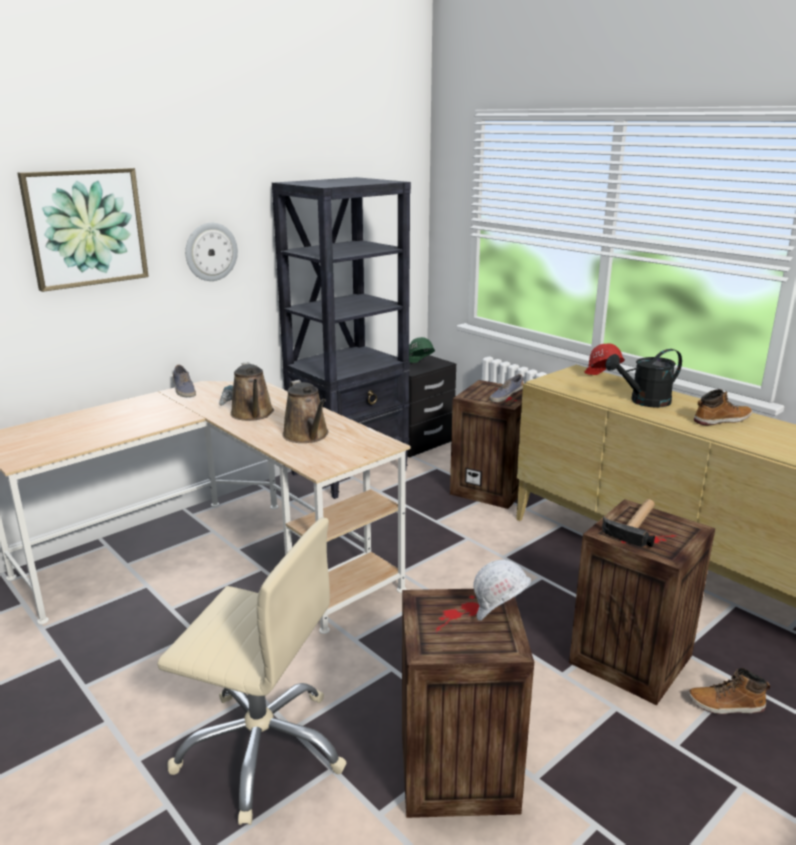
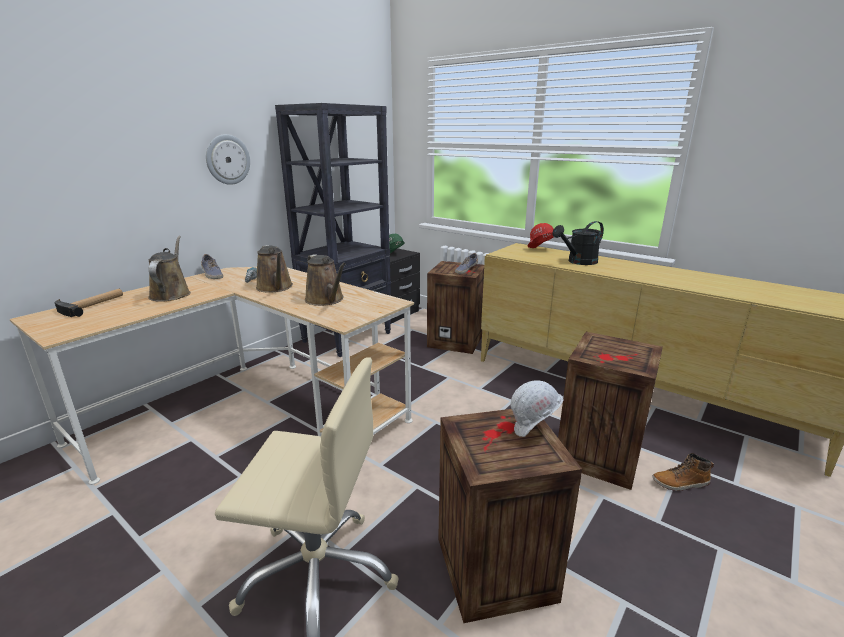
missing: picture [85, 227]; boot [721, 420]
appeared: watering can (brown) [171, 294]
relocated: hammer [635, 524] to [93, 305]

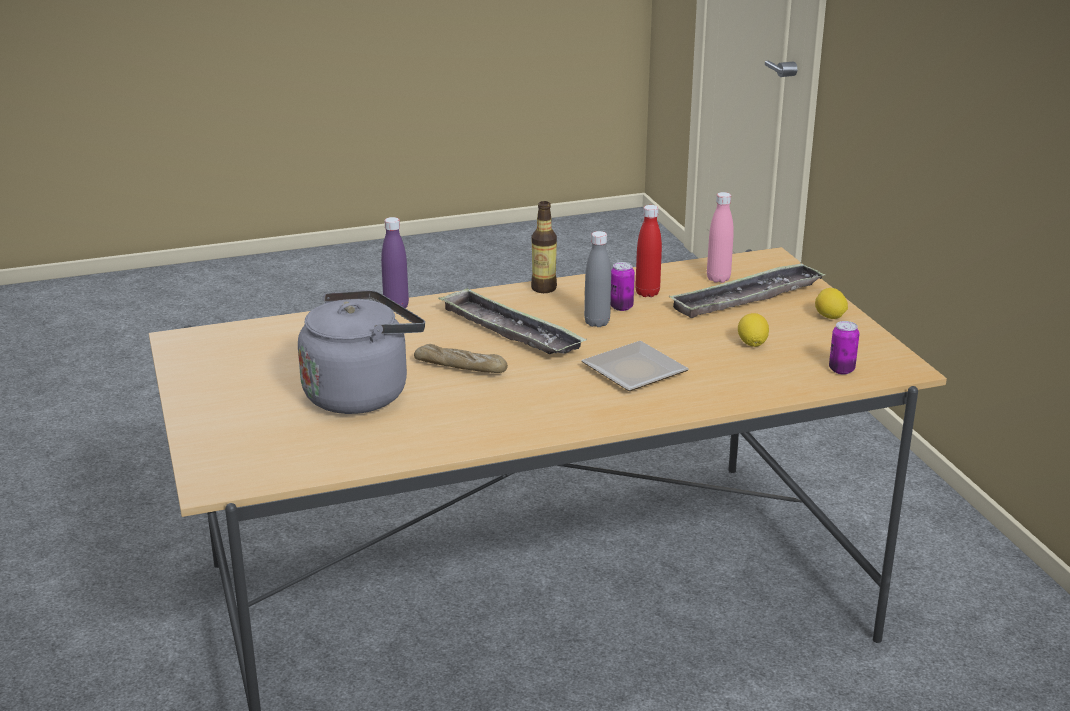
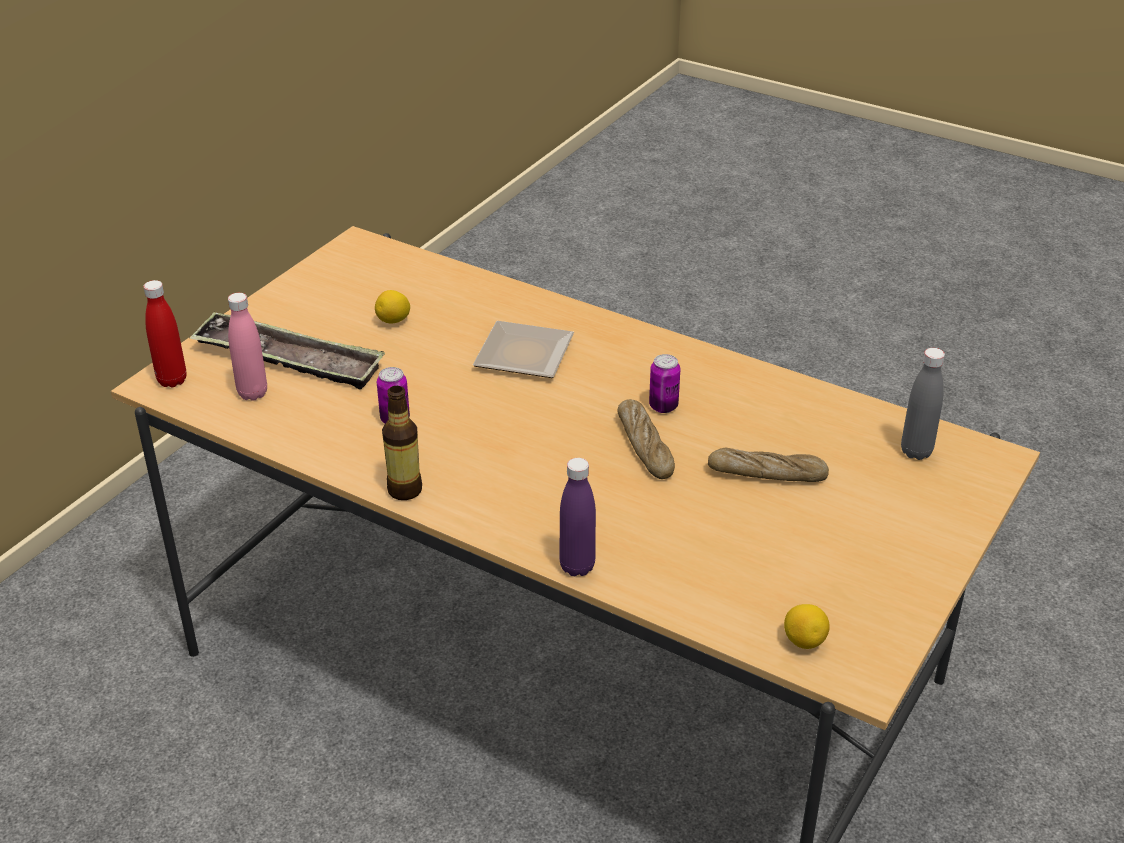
missing: tray [510, 331]
relocated: bottle (grey) [597, 323] to [916, 451]; bottle (red) [647, 293] to [172, 380]; lemon [829, 317] to [804, 641]; can [841, 370] to [663, 406]
exchanged: kettle (grey) [361, 393] to bread [767, 474]

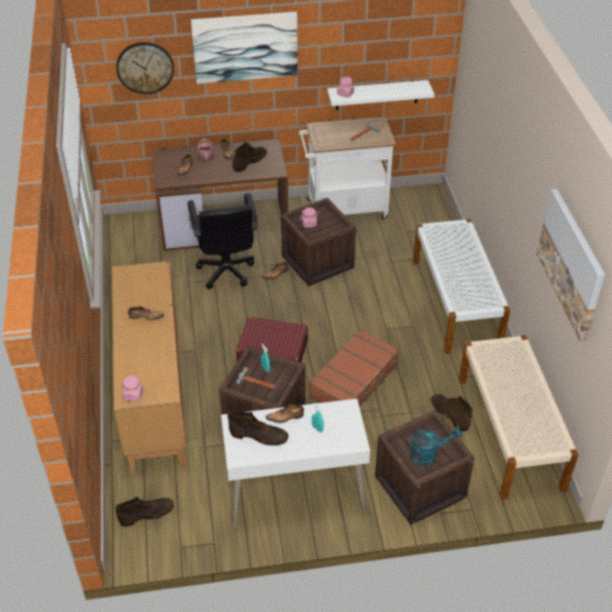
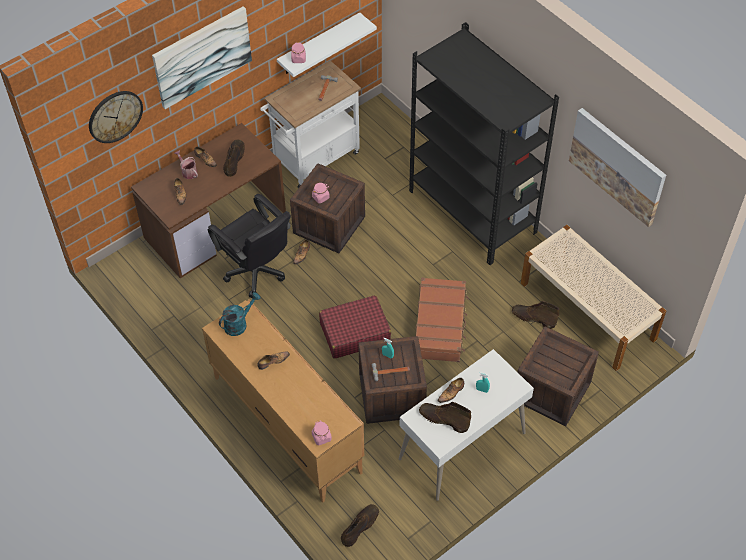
relocated: watering can (turquoise) [428, 454] to [239, 323]
exchanged: bench (white) [456, 302] to bookcase (black) [472, 211]
spun: boot (brown) [259, 436] = [443, 419] 135 degrees counterclockwise

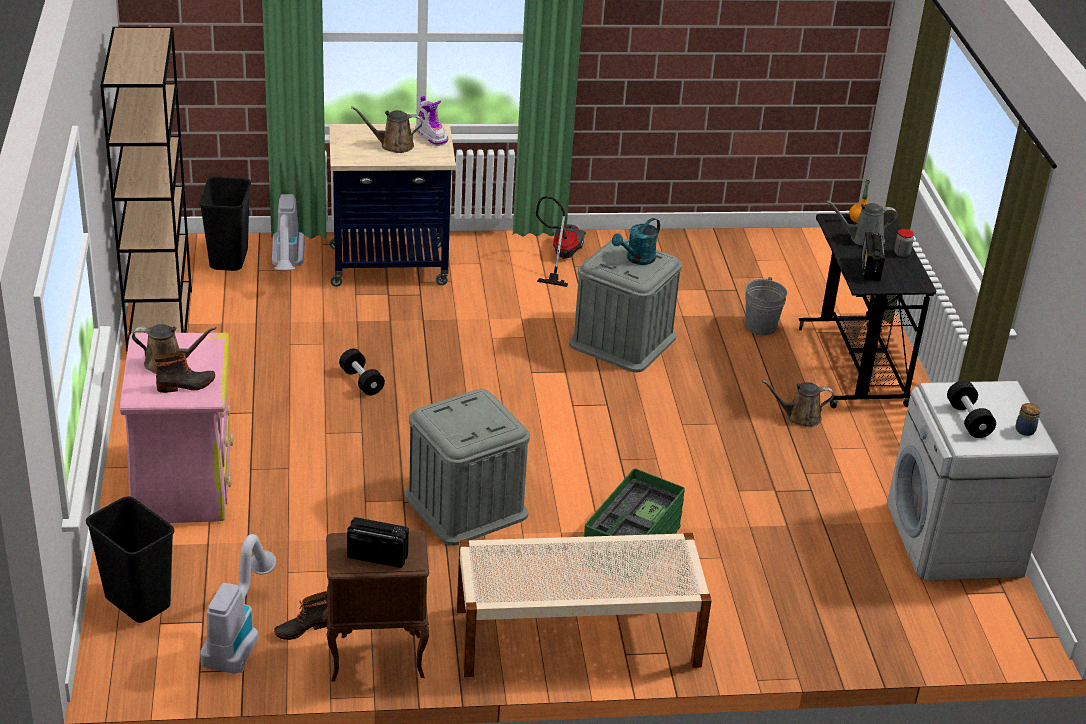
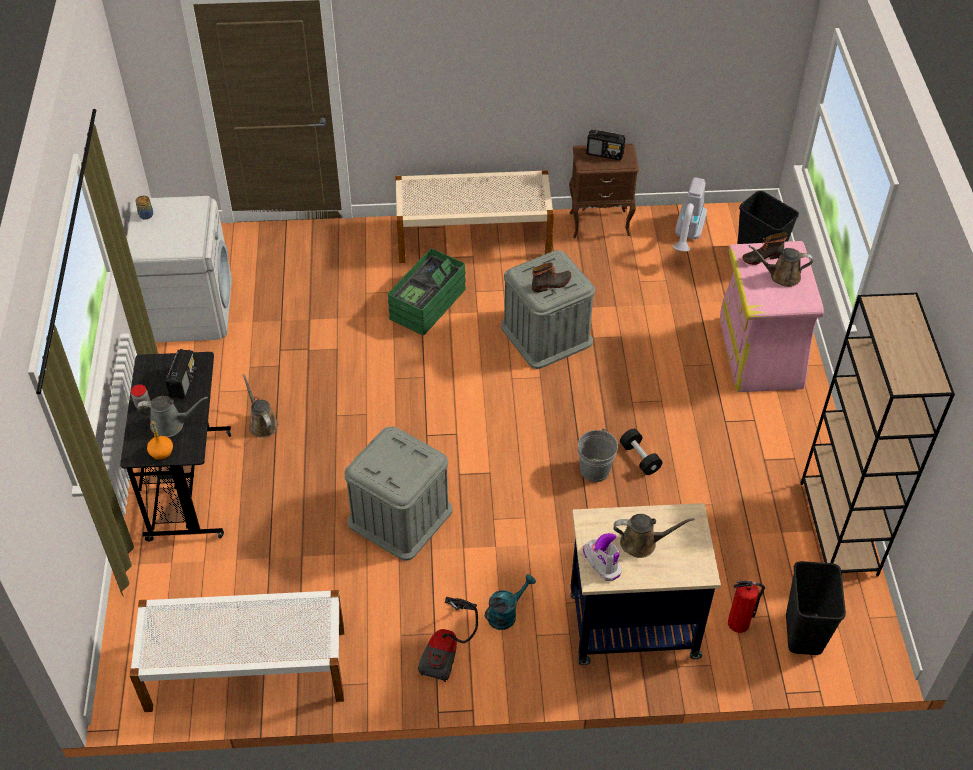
missing: dumbbell (black) [968, 420]
appeared: bench (white) [246, 670]
relocated: boot [303, 628] to [551, 284]; watering can (turquoise) [637, 259] to [506, 613]; bucket (grey) [761, 326] to [595, 470]
exchanged: vacuum cleaner [288, 266] to fire extinguisher [739, 623]
spun: watering can (brown) [800, 417] = [262, 423] 120 degrees counterclockwise

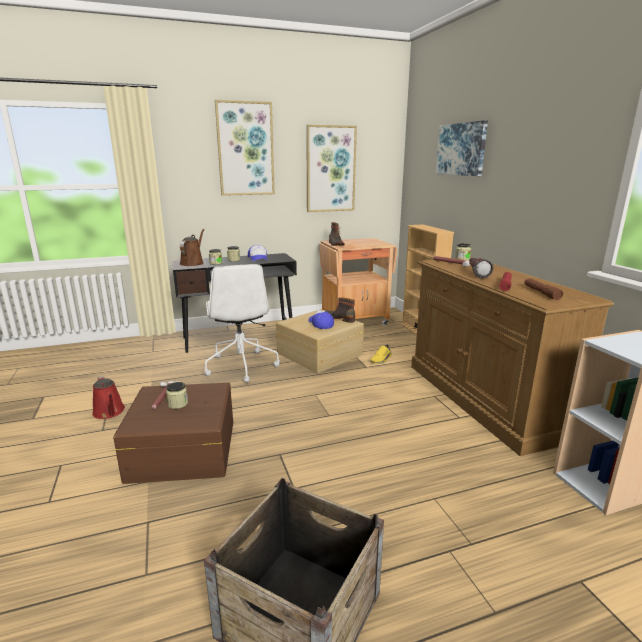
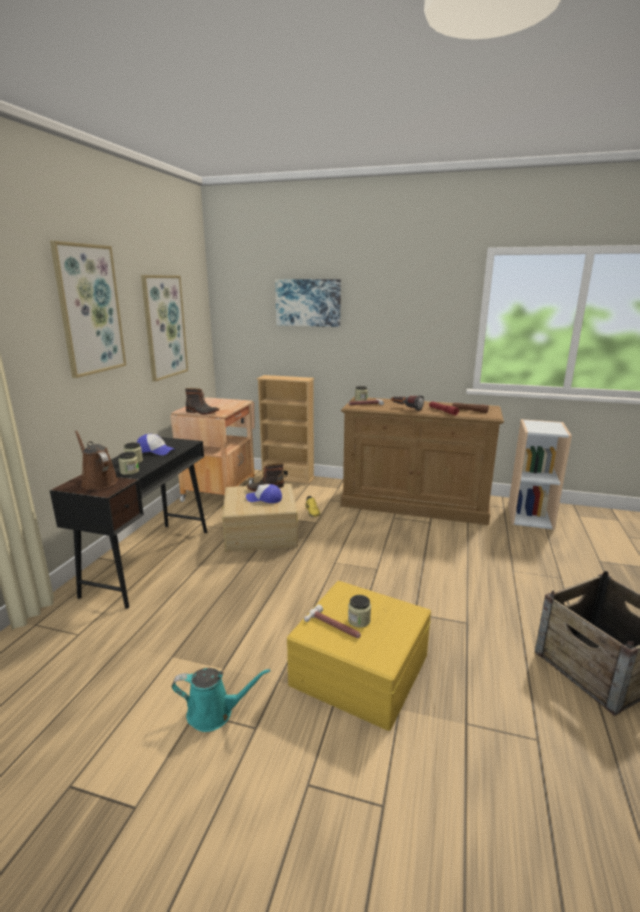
missing: office chair (white) [241, 365]
colour: watering can (red) [109, 412] to watering can (turquoise) [214, 713]; storage box (brown) [182, 449] to storage box (yellow) [359, 670]

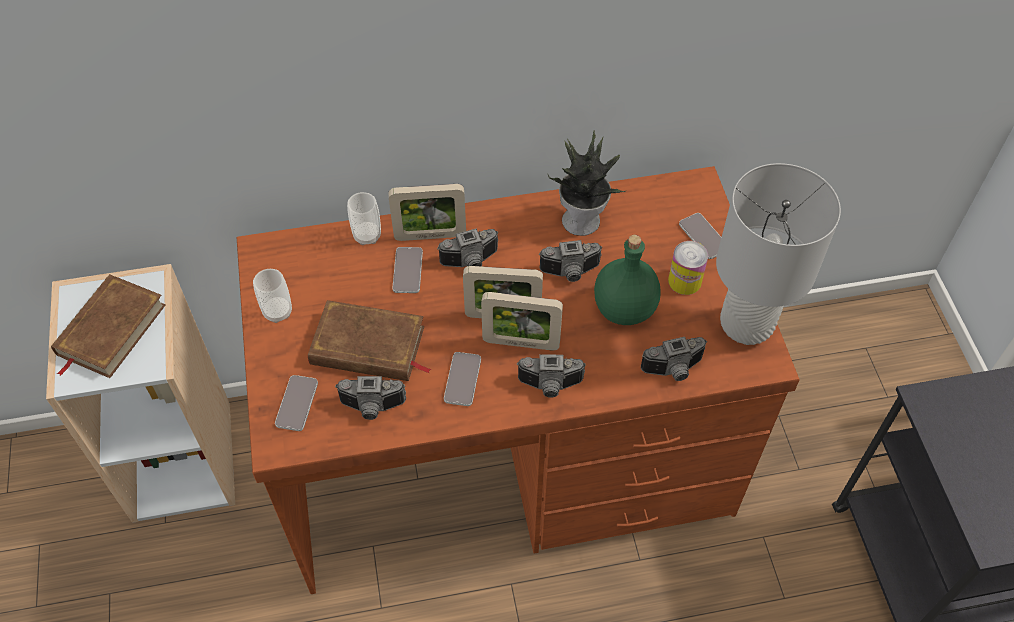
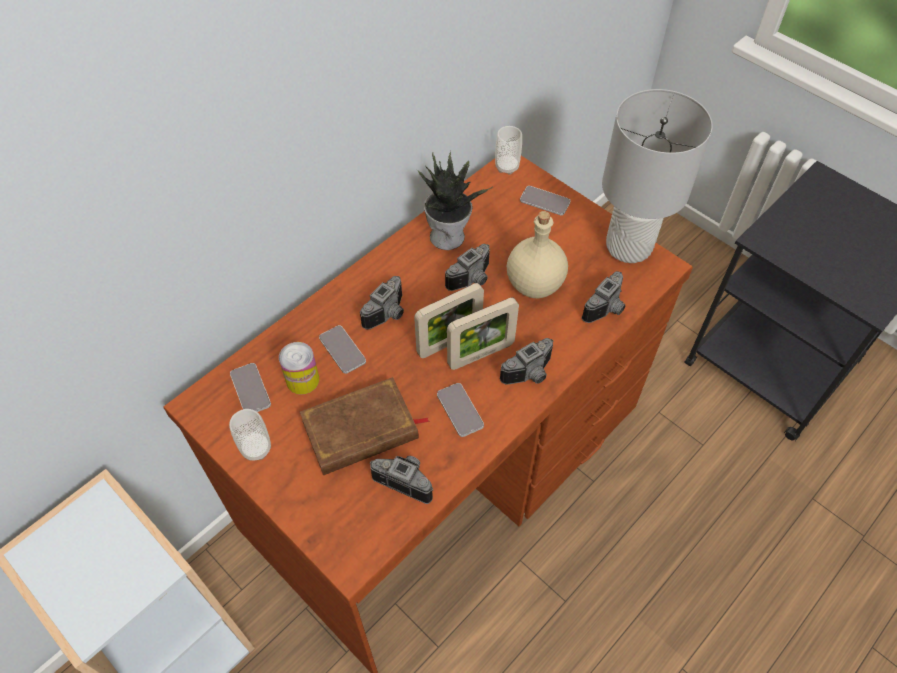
missing: book (brown) [110, 330]; picture frame [430, 235]
relocated: phone [297, 403] to [250, 389]; cup [367, 235] to [507, 167]; can [684, 281] to [302, 380]
colour: bottle (green) [623, 309] to bottle (beige) [533, 285]
spun: photo camera [372, 408] = [407, 479] 120 degrees counterclockwise

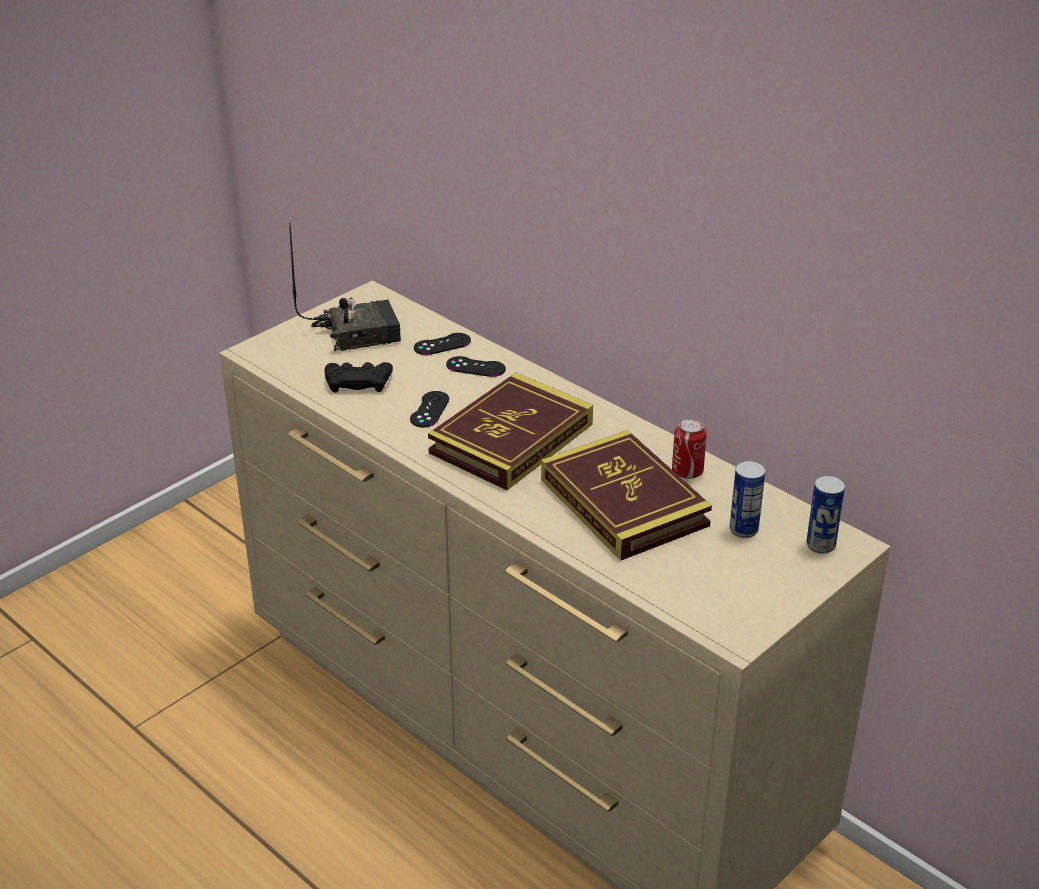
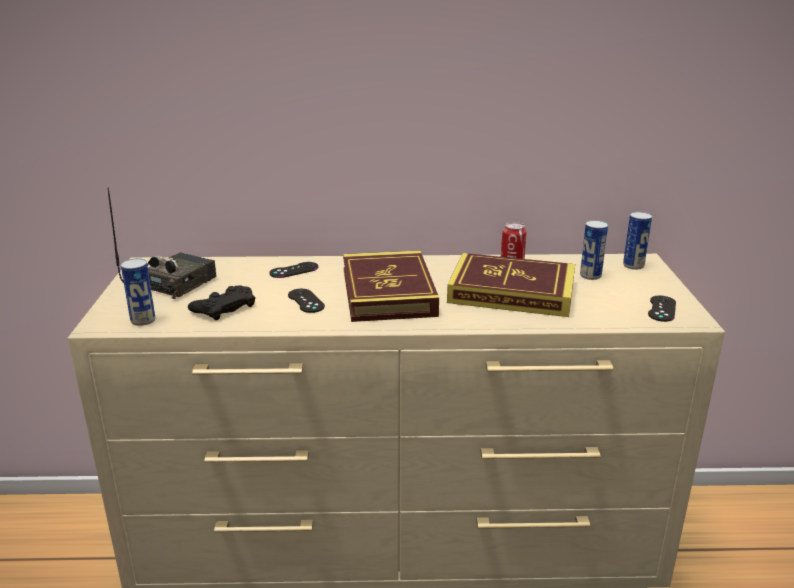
appeared: can [143, 320]
relocated: game controller (black) [442, 344] to [662, 309]

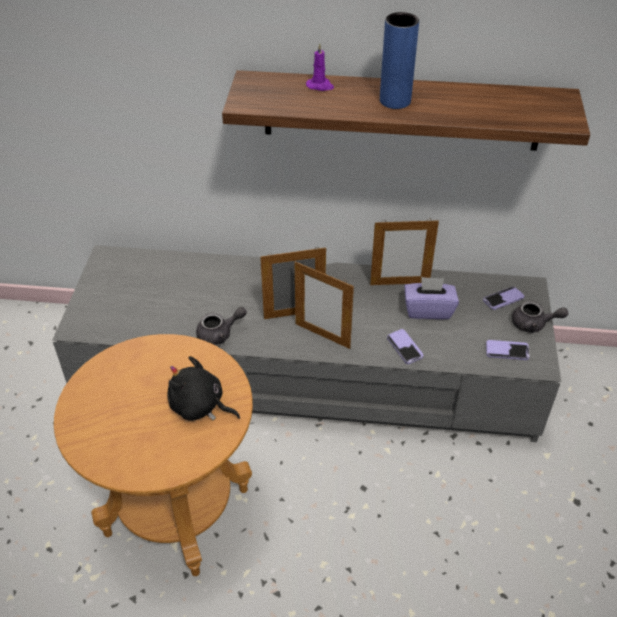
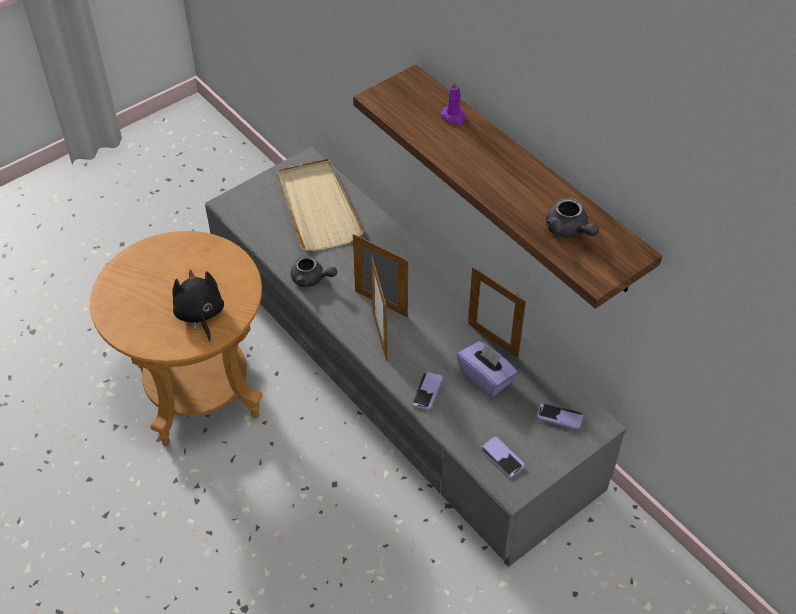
missing: vase (blue) [395, 101]
appeared: tray (beige) [317, 207]
relocated: teapot (grey) [533, 324] to [569, 230]

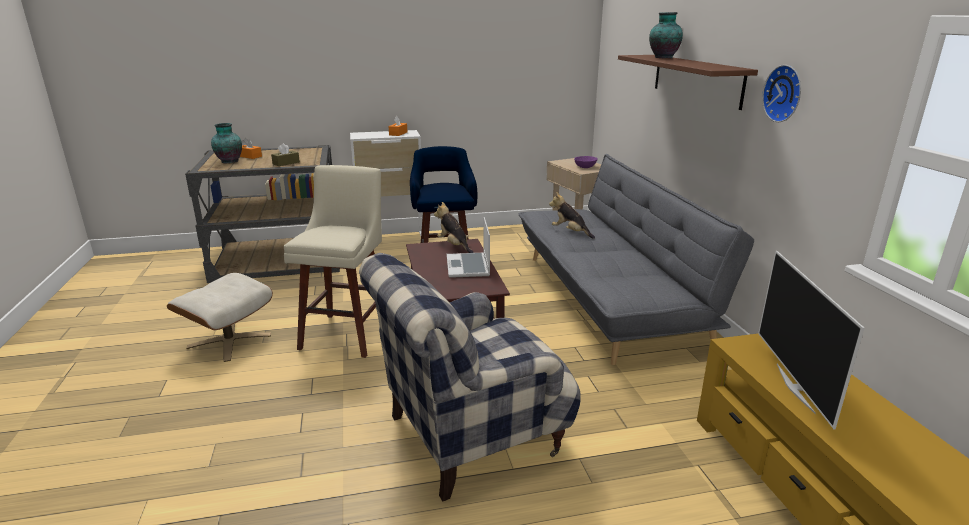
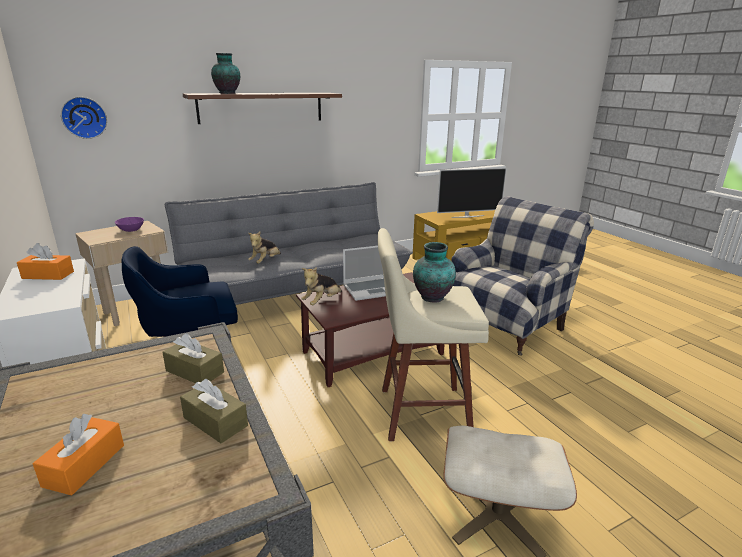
appeared: tissue box (brown) [215, 421]
relocated: vase [229, 161] to [432, 298]; wall clock [785, 93] to [84, 117]
spun: armchair [470, 435] = [505, 326] 90 degrees counterclockwise

